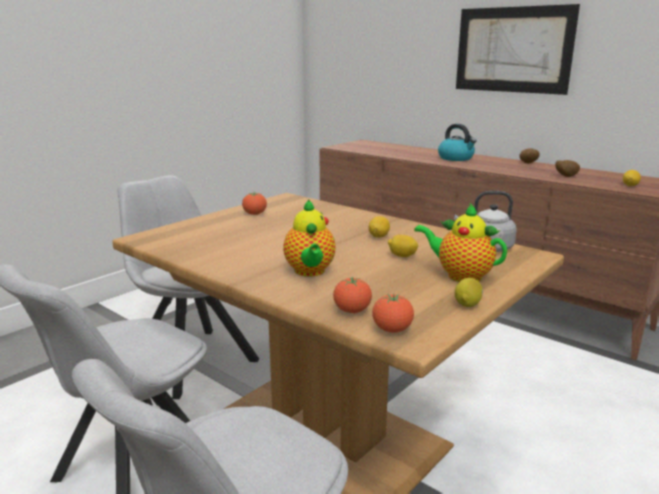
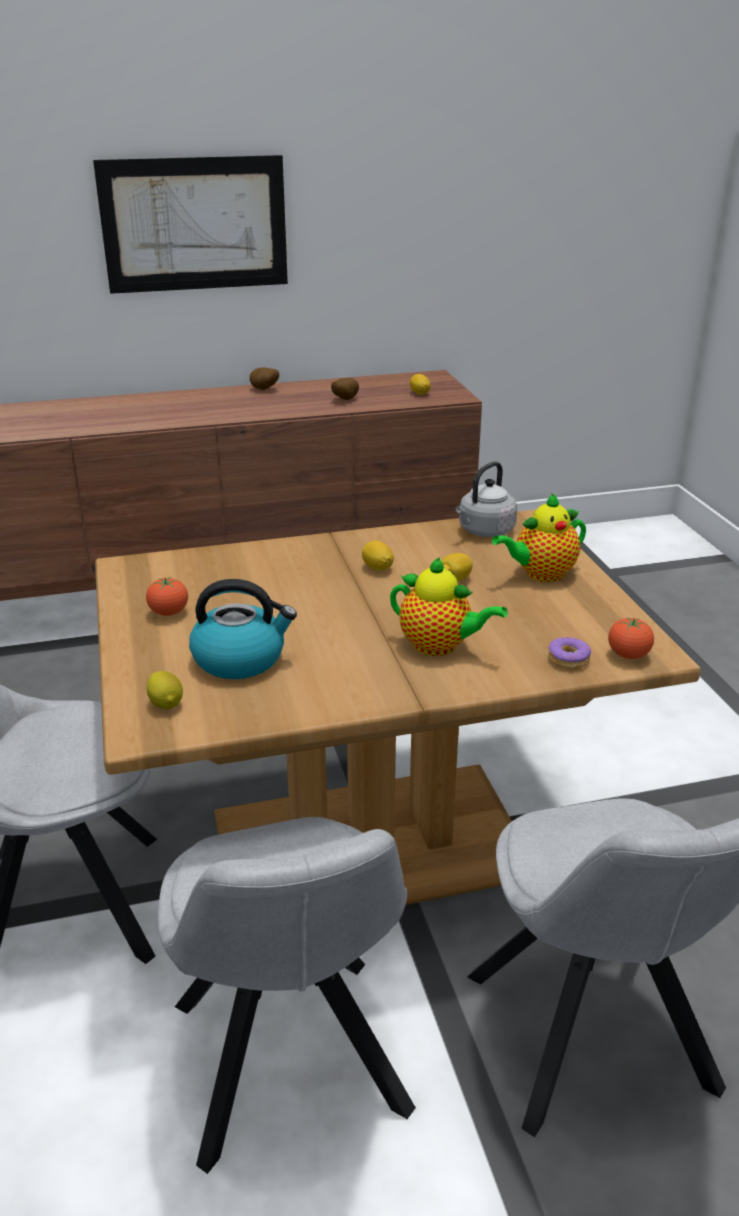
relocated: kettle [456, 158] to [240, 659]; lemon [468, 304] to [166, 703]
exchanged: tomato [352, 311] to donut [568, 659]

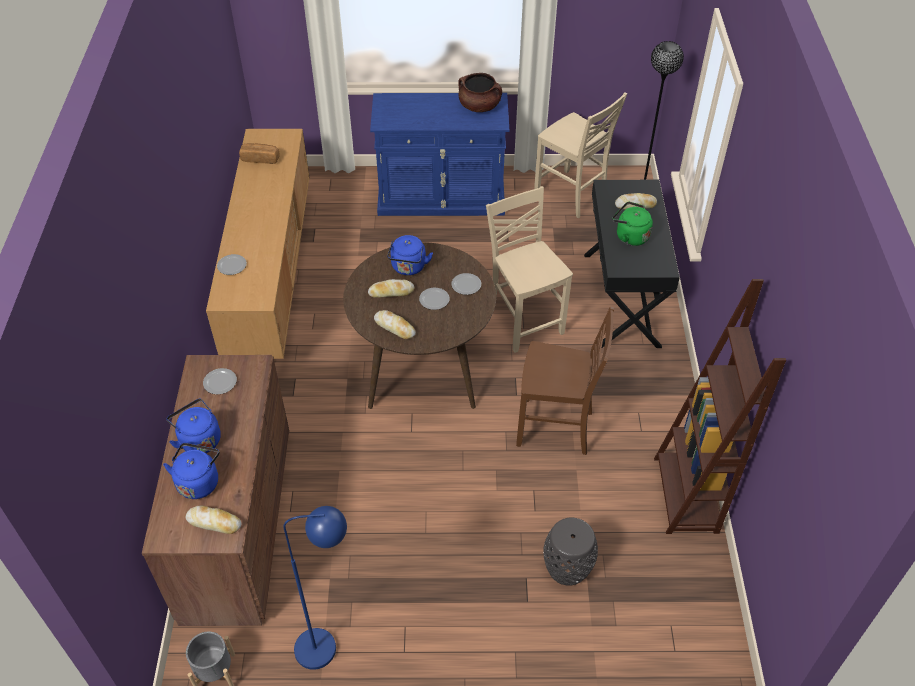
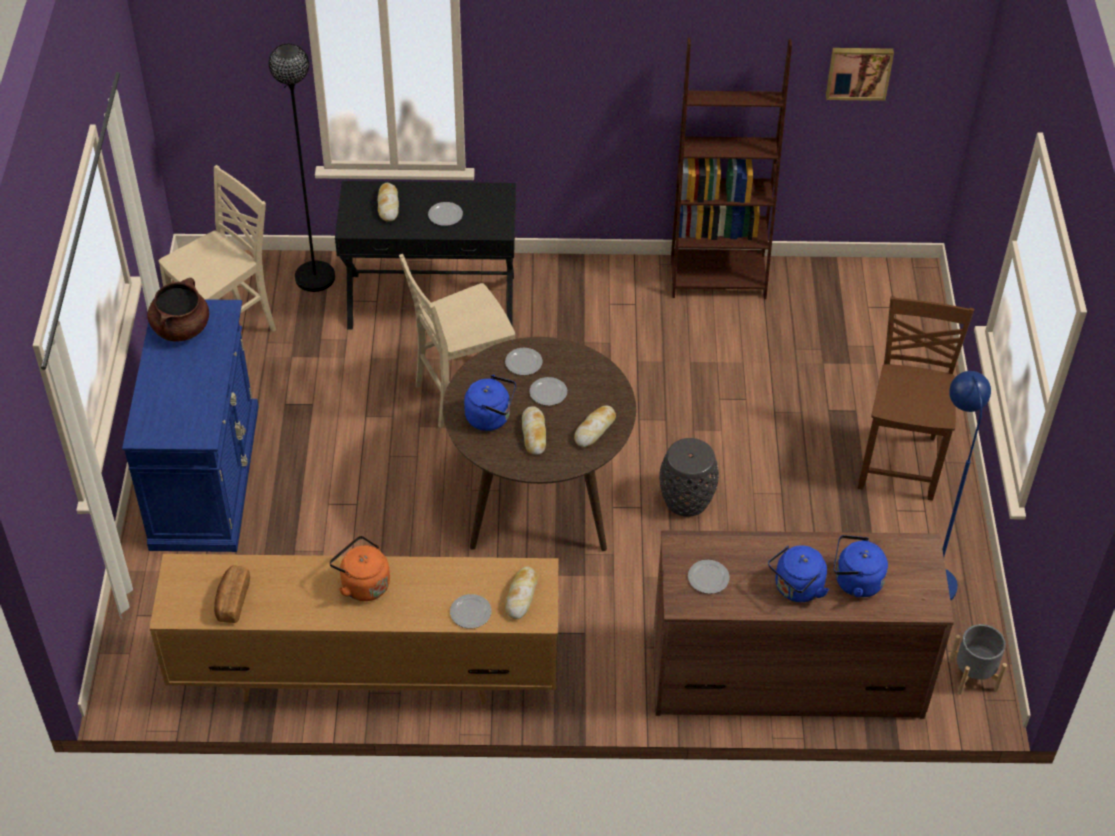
appeared: kettle (orange) [363, 584]; picture [859, 72]
relocated: bread [214, 522] to [521, 595]; chair (brown) [556, 428] to [900, 461]; stool (grey) [567, 568] to [686, 500]
exchanged: kettle (green) [630, 236] to plate [444, 215]

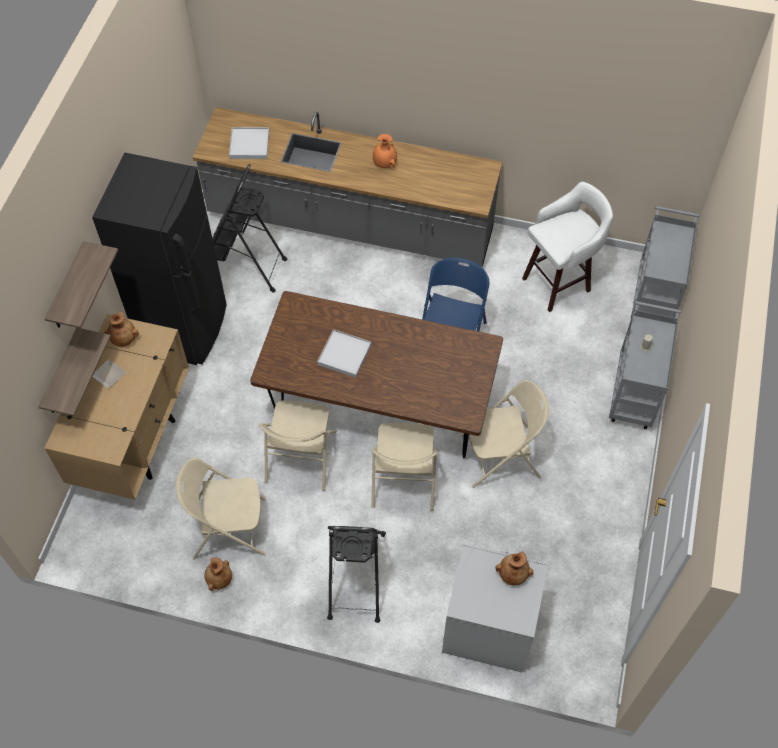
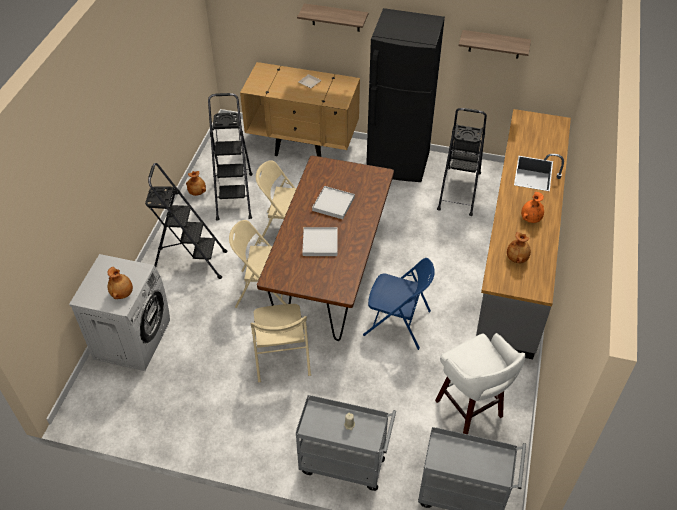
relocated: shelf [62, 374] to [494, 44]; vase (brown) [124, 338] to [517, 258]; tray (white) [249, 145] to [320, 243]
exchanged: chair (beige) [229, 528] to step ladder [234, 195]

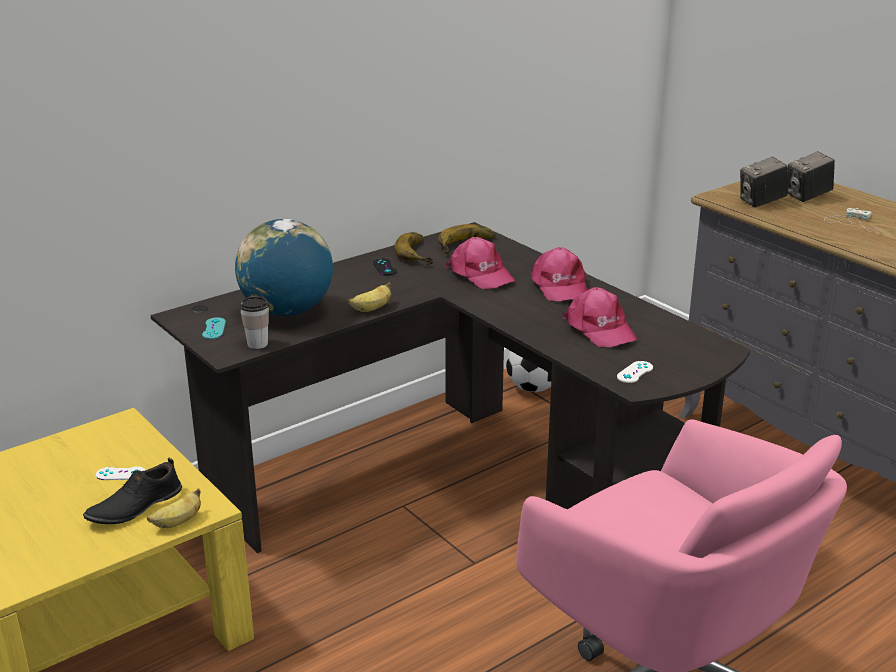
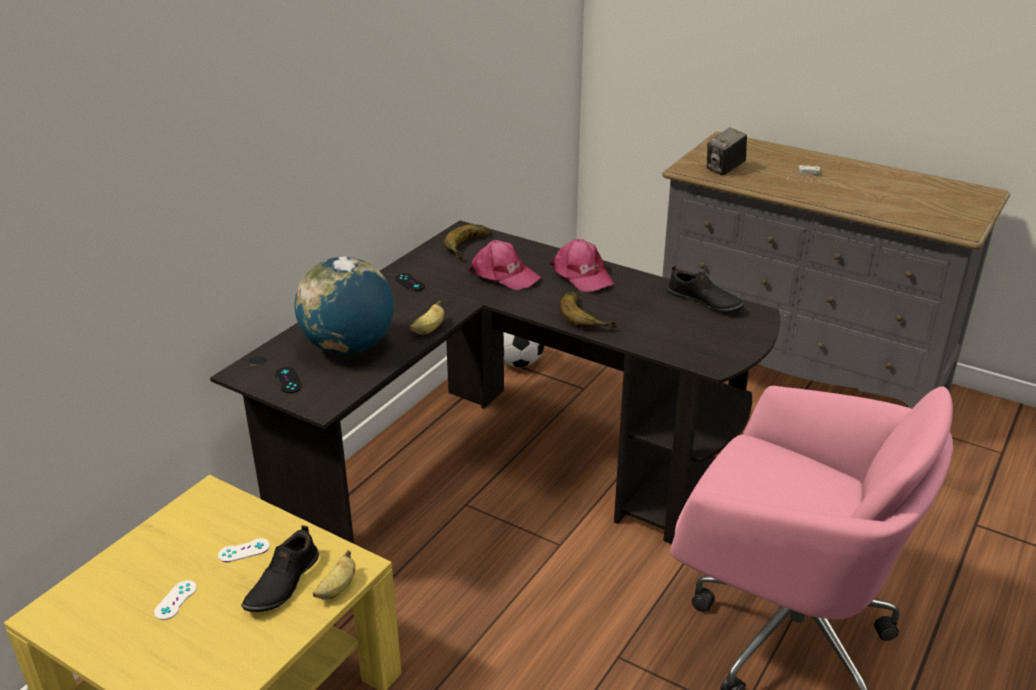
missing: cup [257, 344]; cap (pink) [599, 329]; photo camera [807, 196]
appeared: shoe (black) [704, 301]
relocated: banana [421, 253] to [588, 315]; game controller (white) [635, 372] to [175, 600]
colour: game controller (turquoise) [214, 328] to game controller (black) [288, 380]

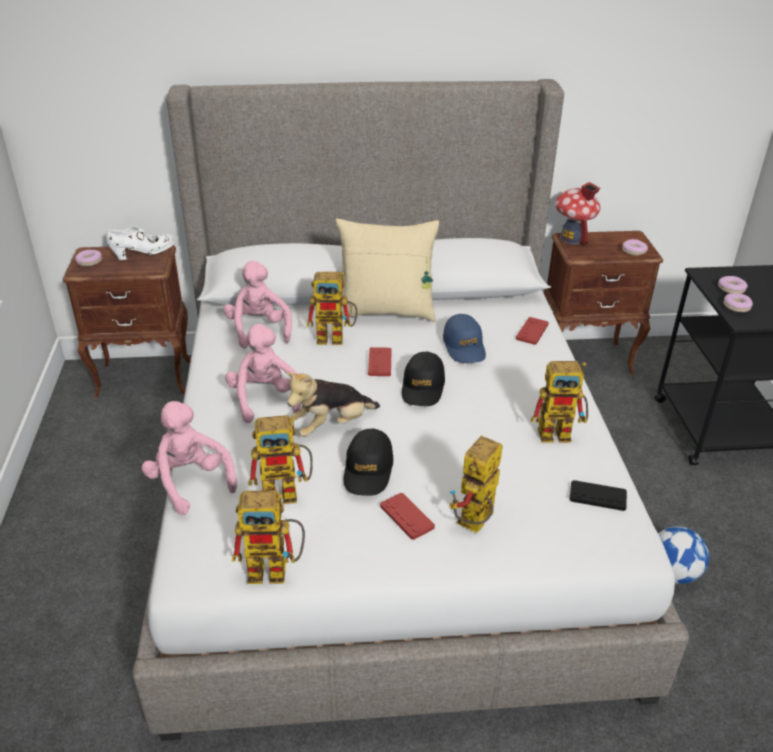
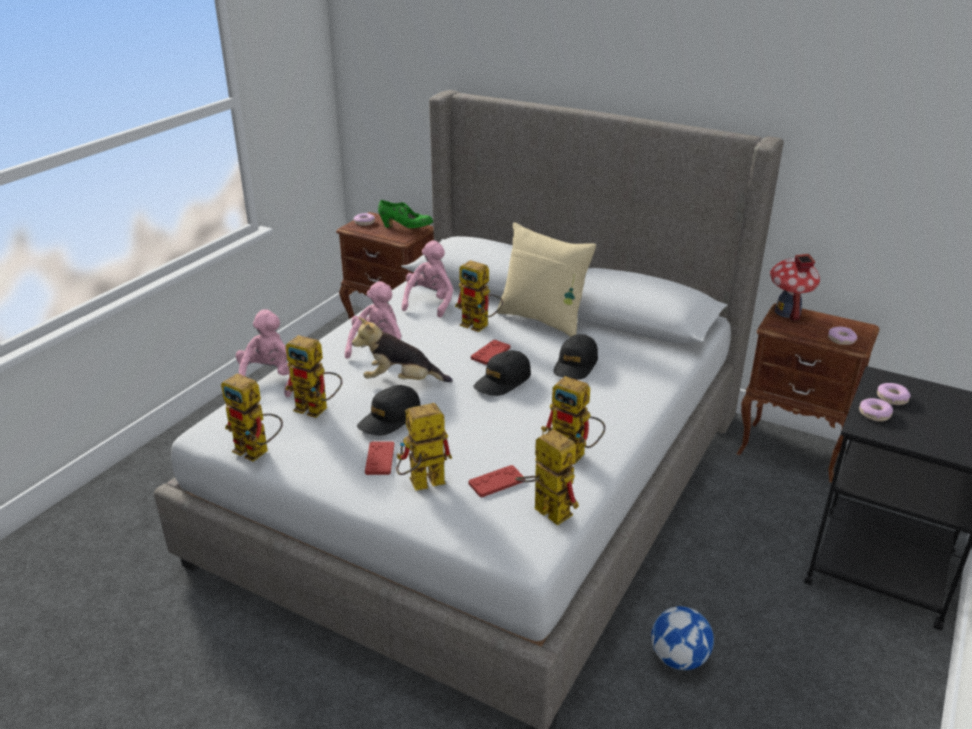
relocated: game controller (red) [532, 331] to [496, 482]
exchanged: game controller (black) [597, 496] to toy robot [544, 509]
colour: shoe (white) [144, 254] to shoe (green) [406, 228]; cap (blue) [464, 346] to cap (black) [575, 365]

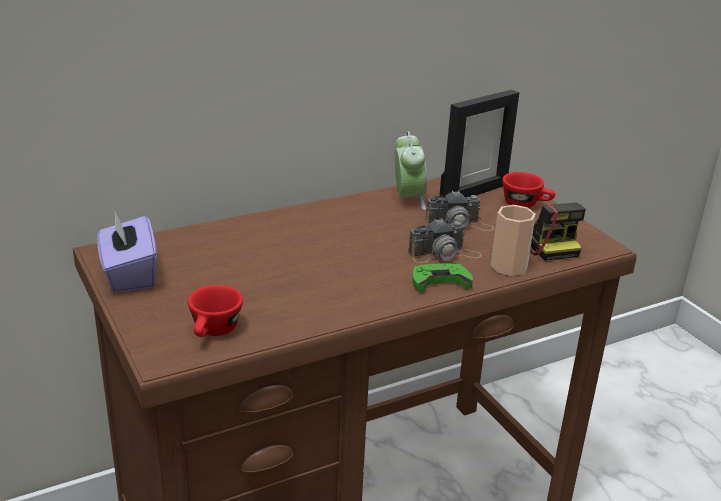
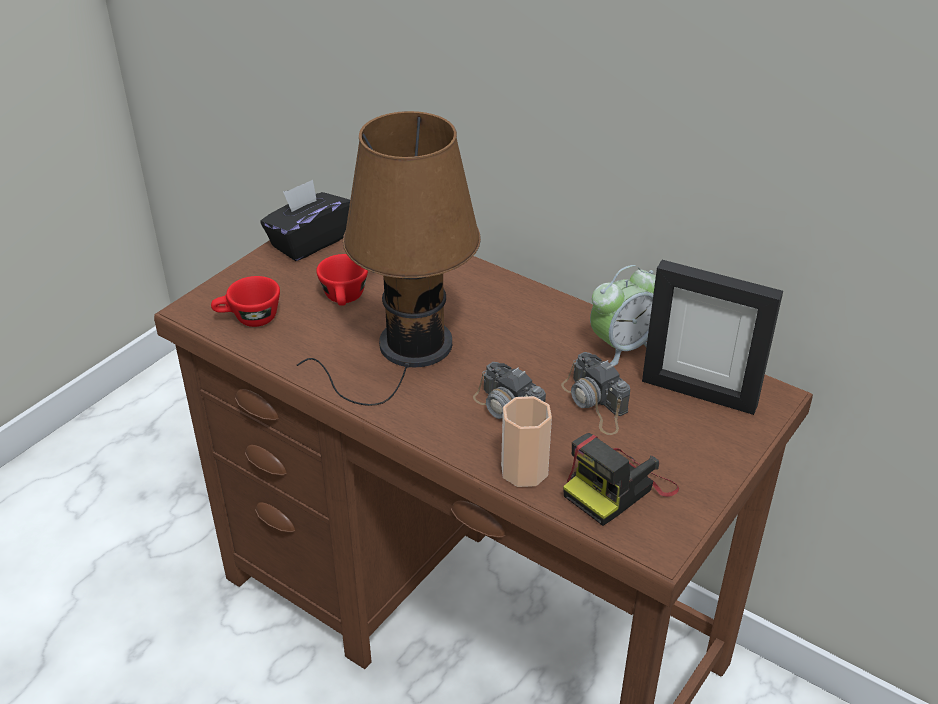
missing: game controller (green) [440, 281]
appeared: table lamp (brown) [408, 349]
relocated: cup (red) [526, 205] to [345, 299]
colour: tissue box (purple) [129, 275] to tissue box (black) [308, 242]

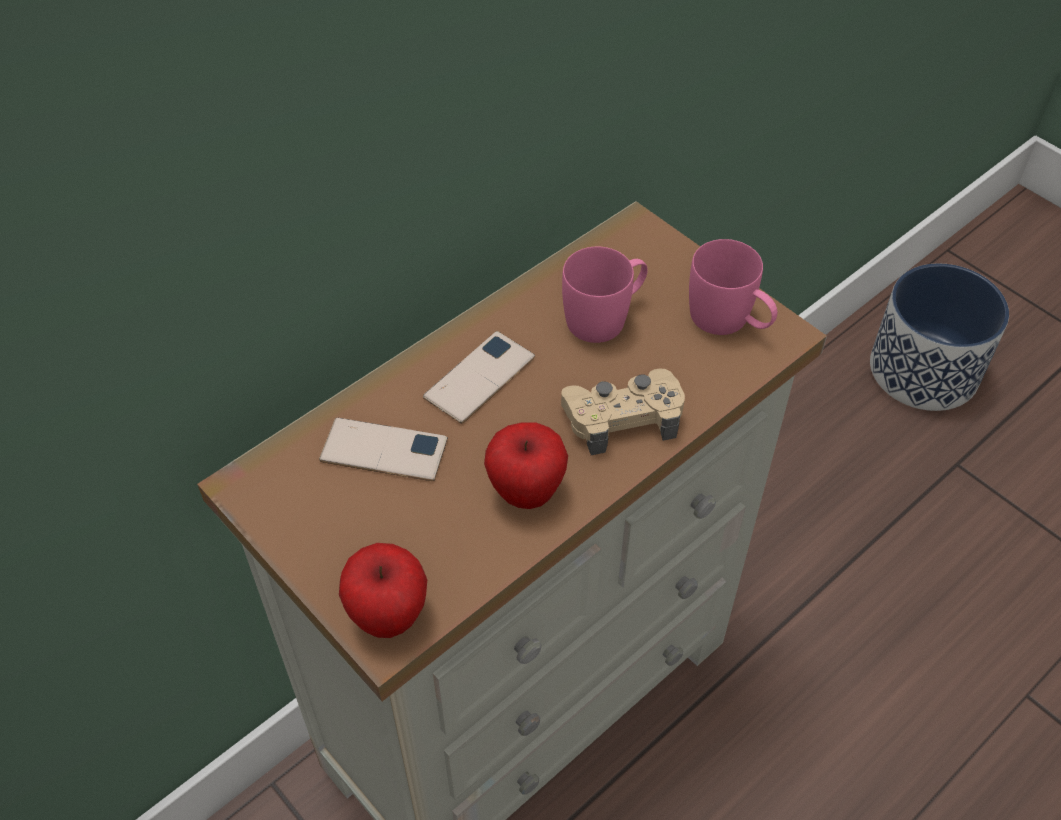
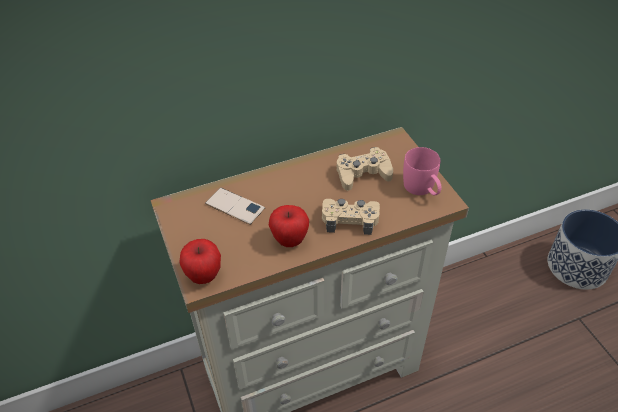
missing: phone [479, 377]
exchanged: mug (pink) [605, 316] to game controller (beige) [363, 173]

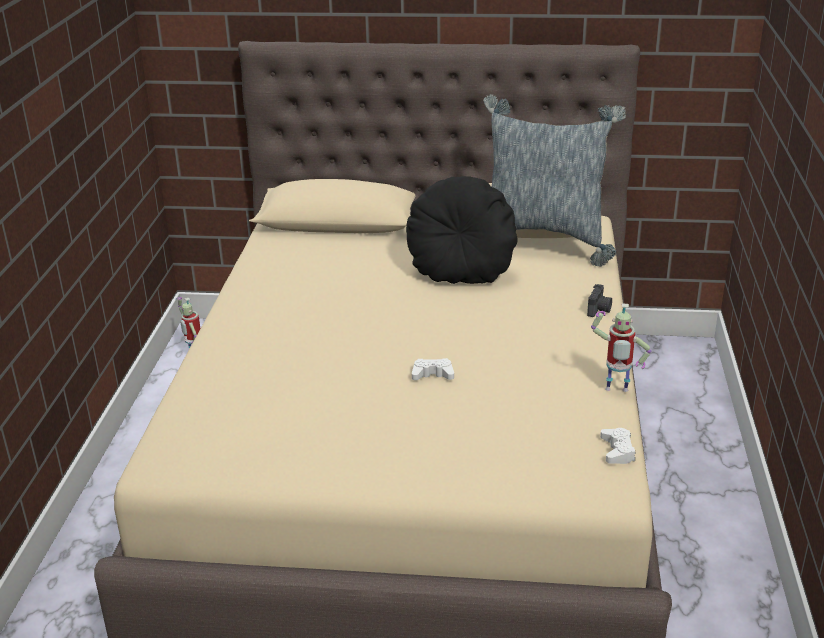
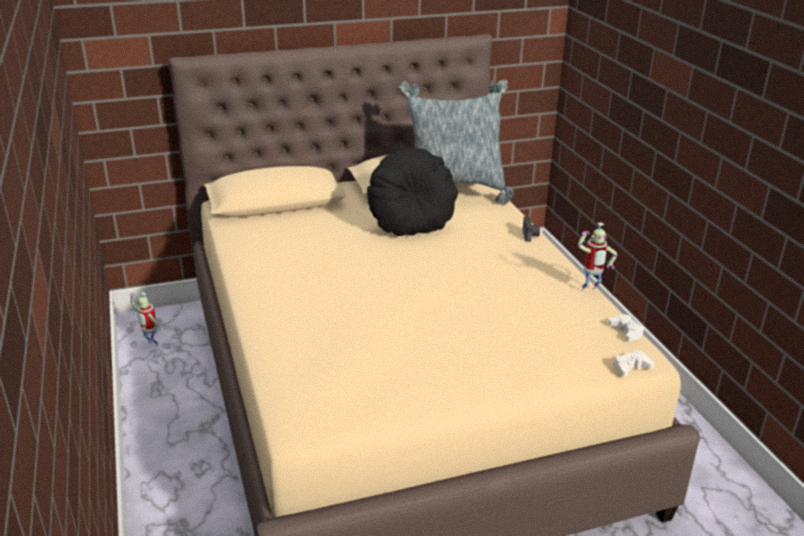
relocated: game controller (white) [432, 374] to [631, 367]

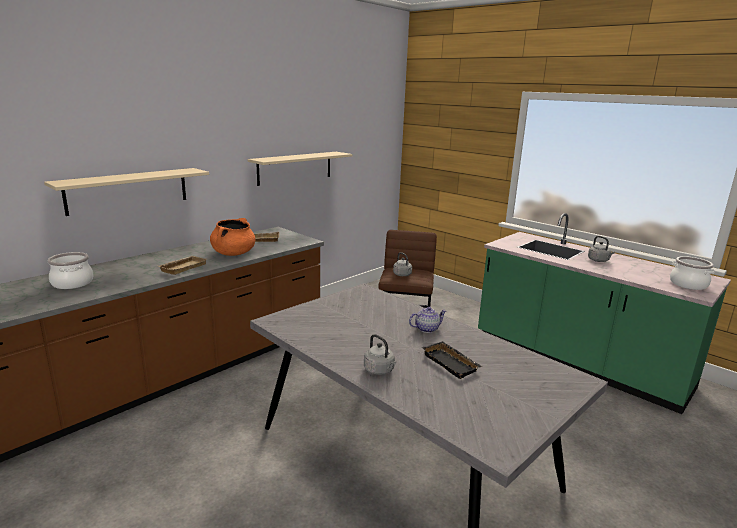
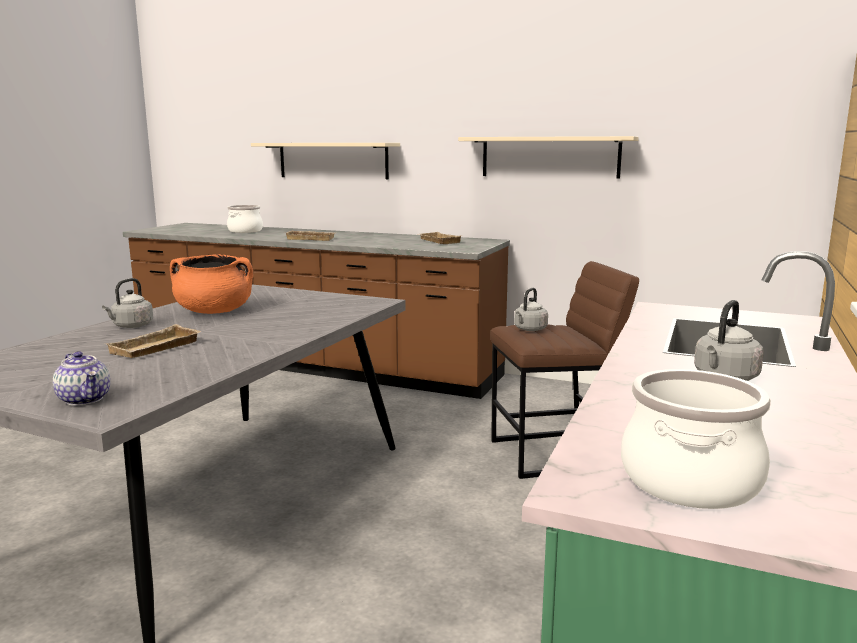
relocated: cooking pot (orange) [233, 253] to [214, 312]; teapot [427, 329] to [85, 399]
colour: tray (black) [452, 363] to tray (beige) [156, 348]

